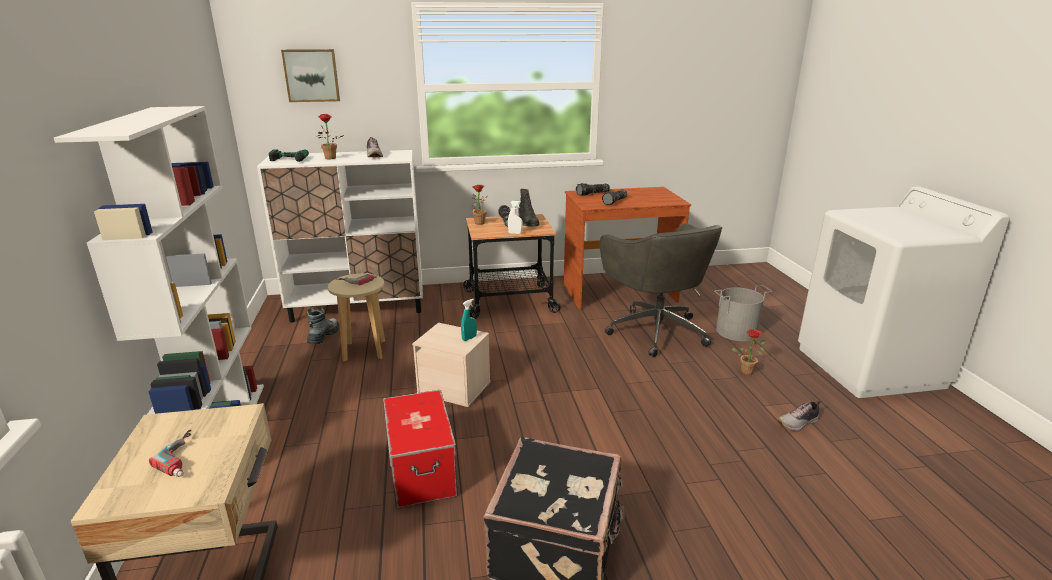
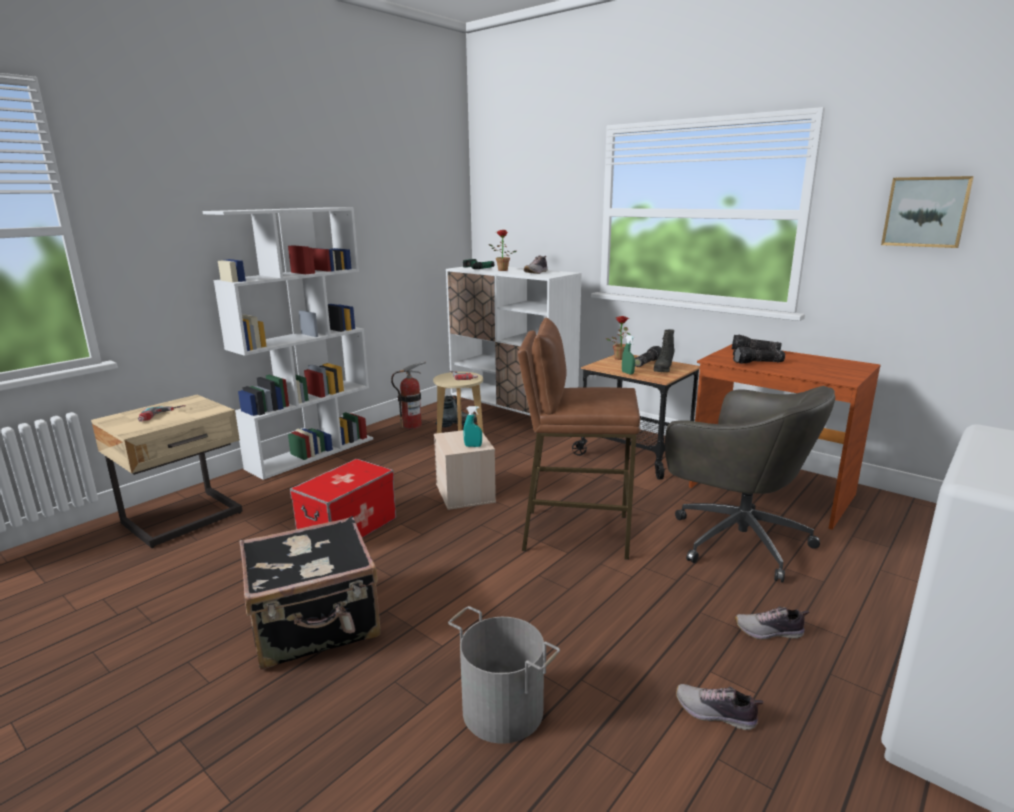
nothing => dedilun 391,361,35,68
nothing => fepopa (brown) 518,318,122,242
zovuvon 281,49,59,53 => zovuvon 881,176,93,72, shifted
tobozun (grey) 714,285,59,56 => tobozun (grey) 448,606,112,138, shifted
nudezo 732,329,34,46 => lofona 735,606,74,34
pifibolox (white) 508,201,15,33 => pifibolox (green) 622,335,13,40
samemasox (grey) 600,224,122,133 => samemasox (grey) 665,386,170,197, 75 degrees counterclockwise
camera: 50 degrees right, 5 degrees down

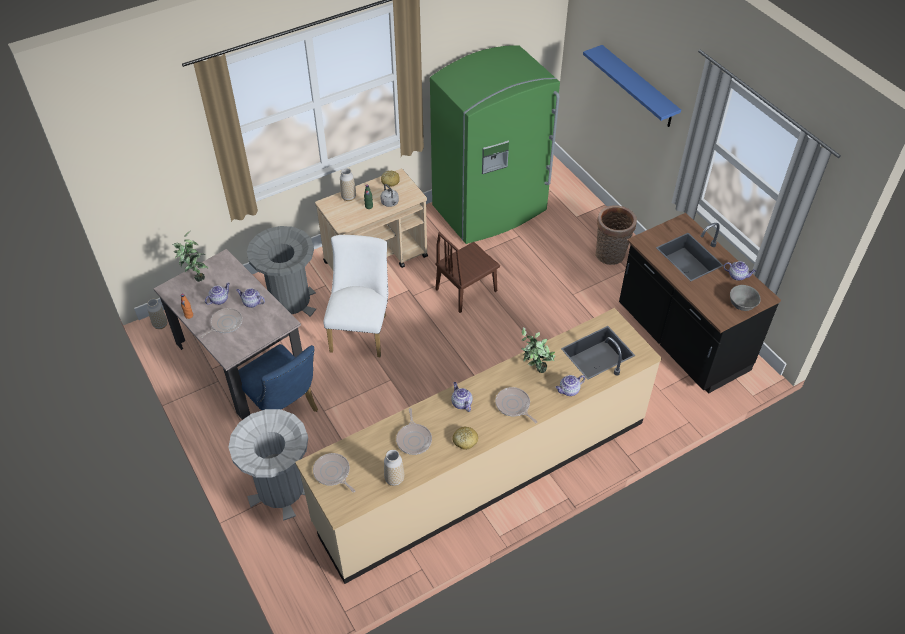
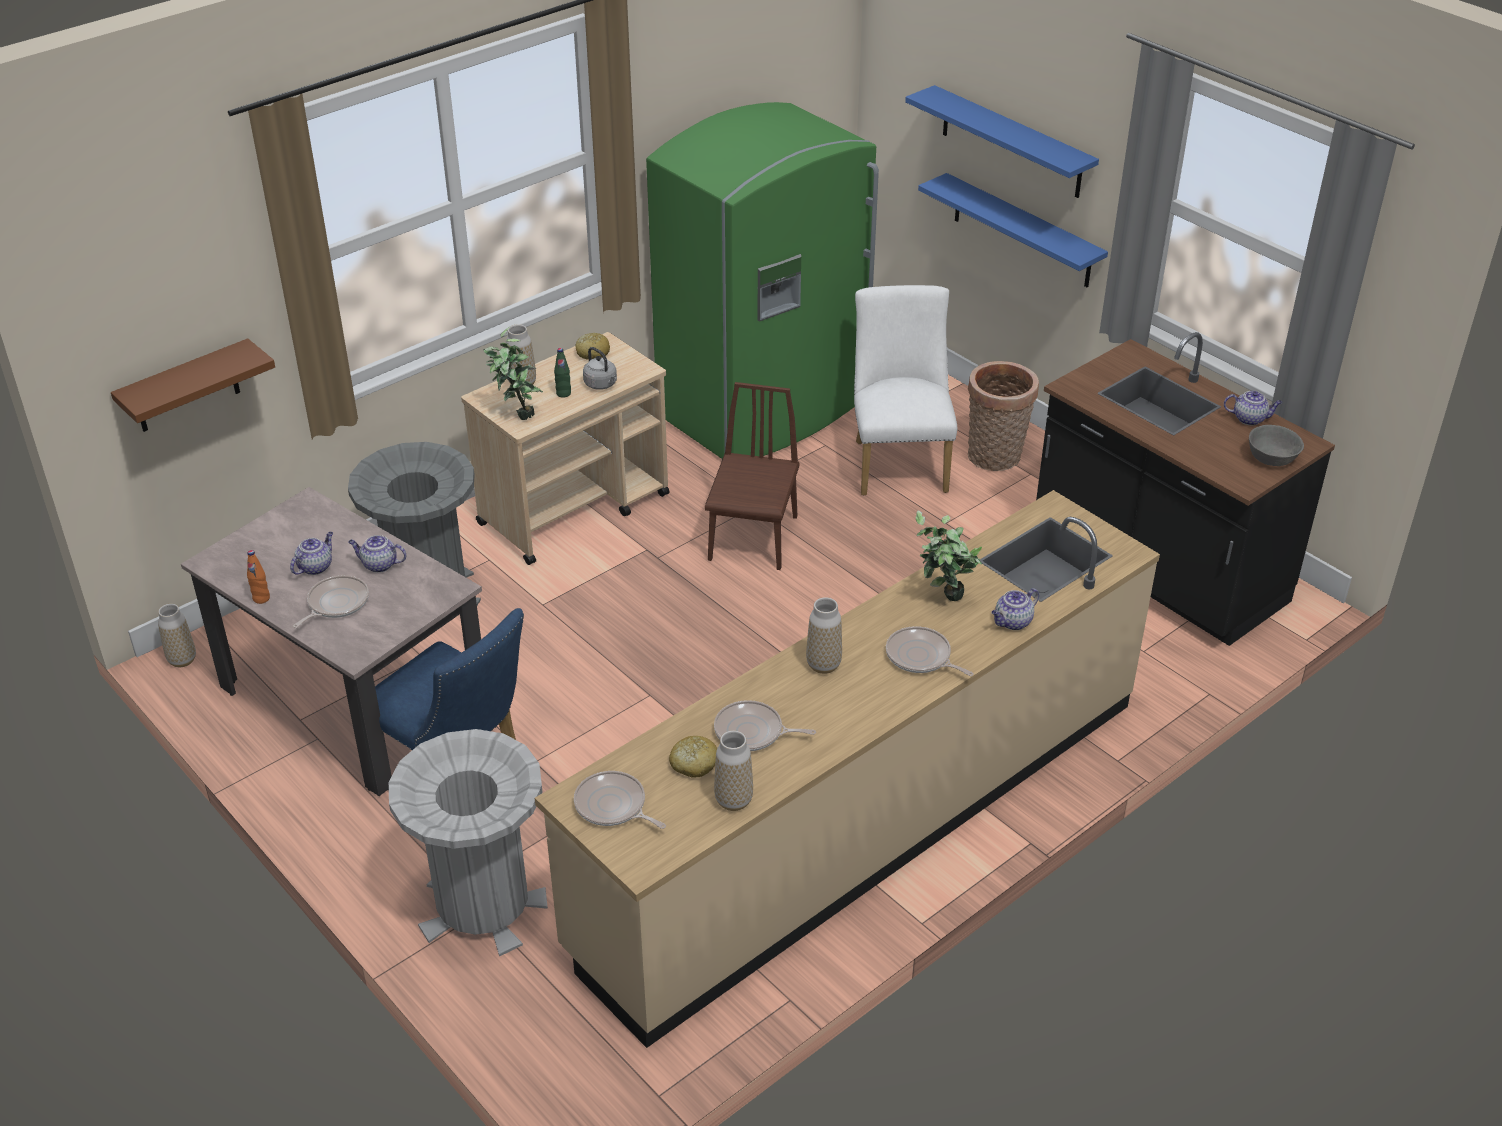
nothing => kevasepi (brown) 111,338,164,94
nothing => kevasepi (blue) 918,173,190,115
nudezo 172,231,36,51 => nudezo 483,327,60,93, shifted
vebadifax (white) 323,235,65,122 => vebadifax (white) 854,285,103,211, shifted
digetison 452,427,26,23 => digetison 669,736,48,42, shifted
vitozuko 451,382,22,30 => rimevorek 806,597,36,77
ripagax 396,408,36,47 => ripagax 714,700,102,51, 120 degrees clockwise
vebadifax (brown) 435,232,65,81 => vebadifax (brown) 705,382,95,188, 150 degrees clockwise
camera: 10 degrees left, 10 degrees down

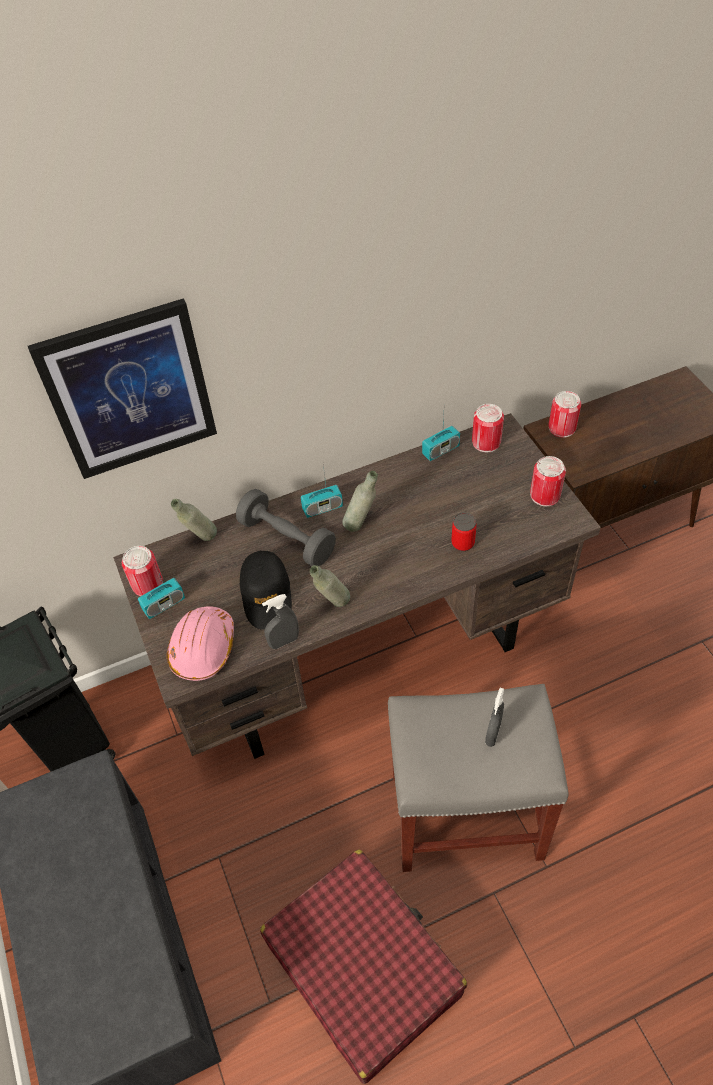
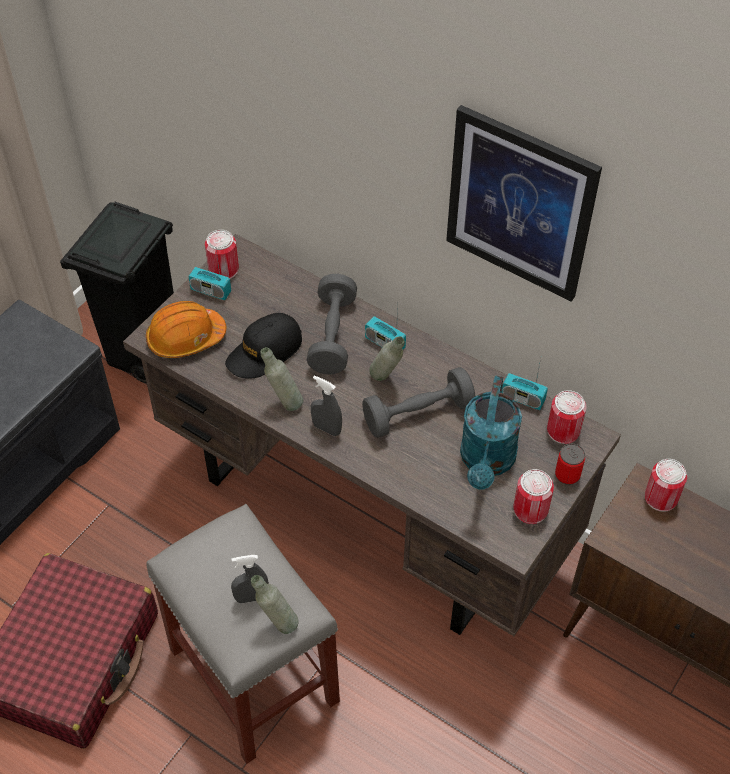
nothing => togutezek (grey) 362,367,113,71
nothing => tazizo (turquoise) 460,375,62,115
zovuvon 28,298,189,181 => zovuvon 446,105,156,197, shifted
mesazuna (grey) 171,499,46,42 => mesazuna (grey) 251,575,48,59, shifted
pifibolox (grey) 262,594,37,55 => pifibolox (grey) 311,375,31,61, shifted
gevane 451,513,26,38 => gevane 555,444,30,41, shifted
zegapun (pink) 167,606,67,75 => zegapun (orange) 146,301,80,57
camera: 55 degrees right, 0 degrees up

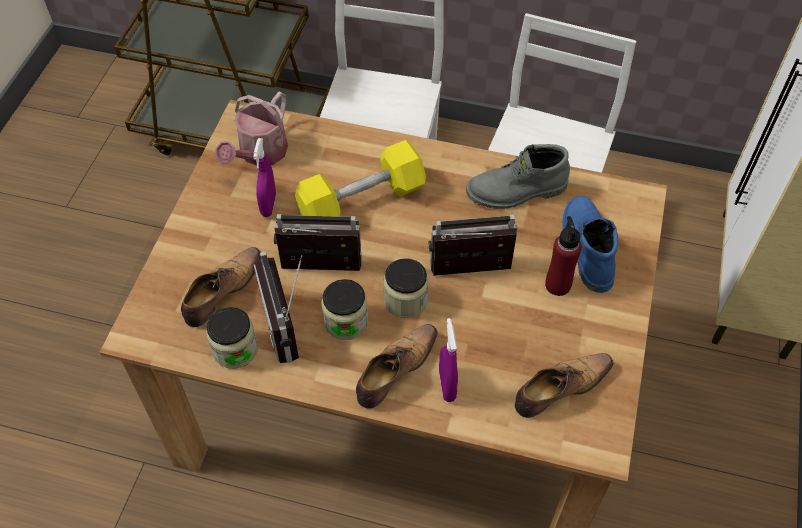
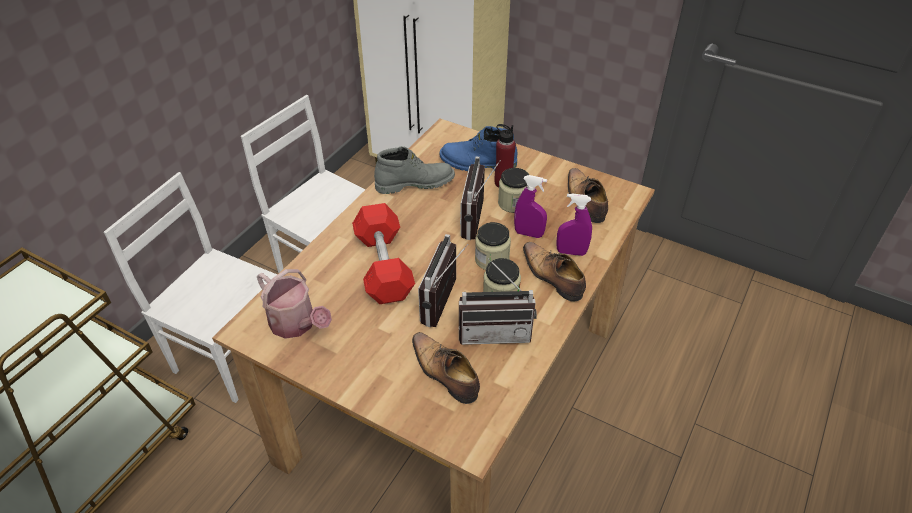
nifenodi 206,307,52,62 => nifenodi 498,168,31,45, shifted
pifibolox (purple) 253,138,23,79 => pifibolox (purple) 514,175,33,63, shifted
togutezek (yellow) 295,140,131,77 => togutezek (red) 352,203,63,101
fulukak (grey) 466,144,104,65 => fulukak (grey) 374,147,81,47, 105 degrees counterclockwise
camera: 75 degrees left, 10 degrees down

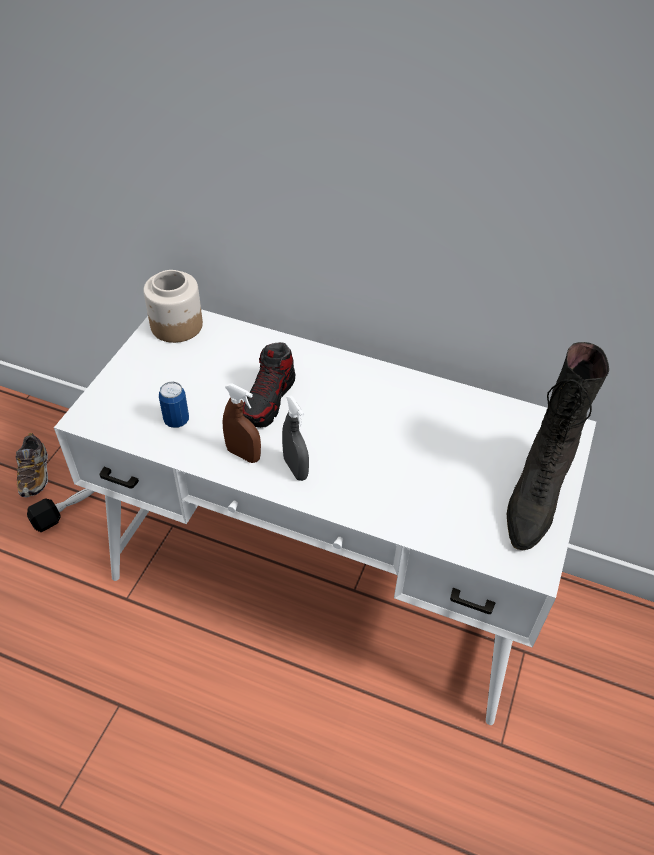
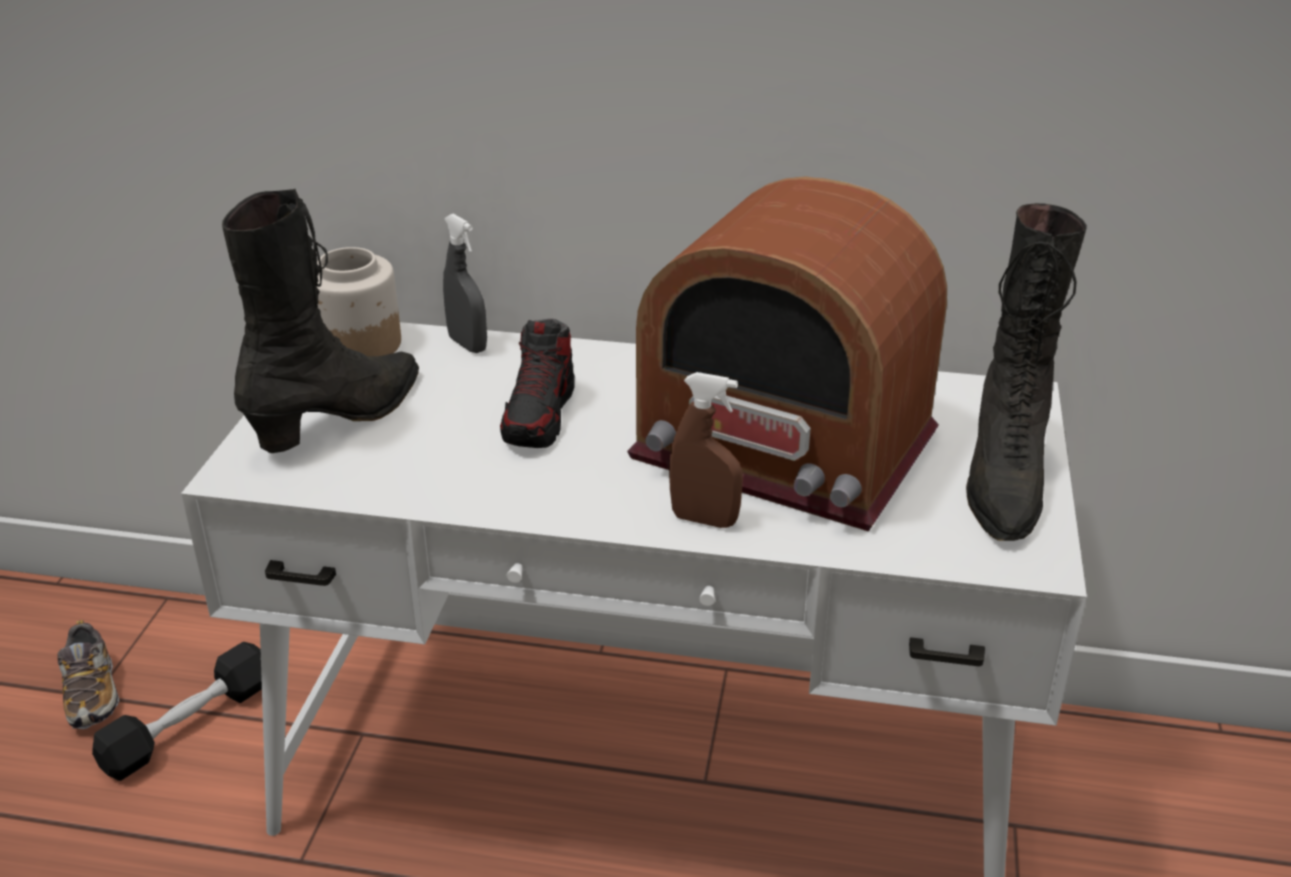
gevane 159,382,30,46 => nothing
nothing => fulukak (black) 222,189,197,264
nothing => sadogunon 627,176,320,355
pifibolox (brown) 223,383,38,80 => pifibolox (brown) 669,372,74,156, shifted
pifibolox (grey) 282,395,27,86 => pifibolox (grey) 443,214,44,139, shifted
camera: 10 degrees left, 15 degrees down

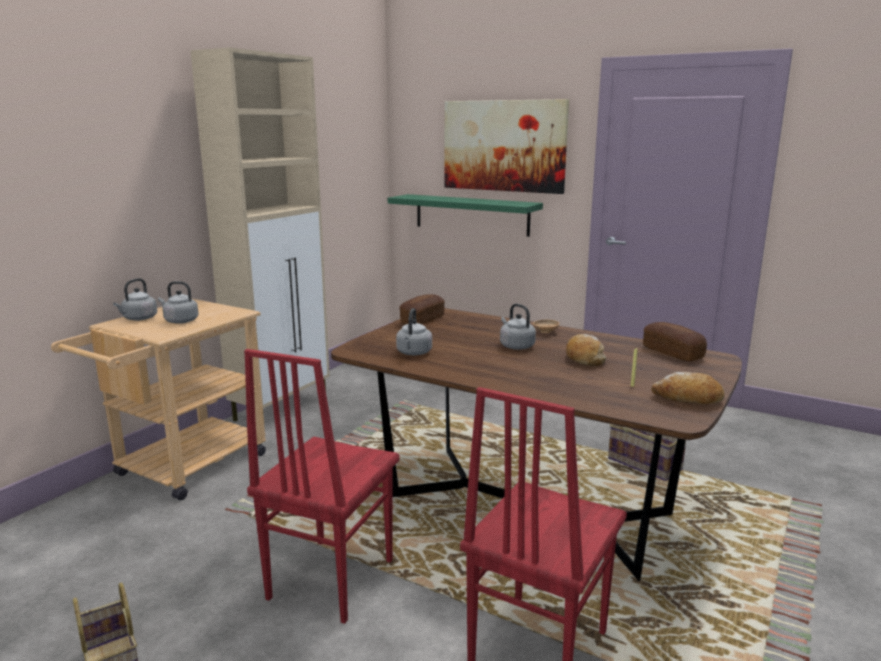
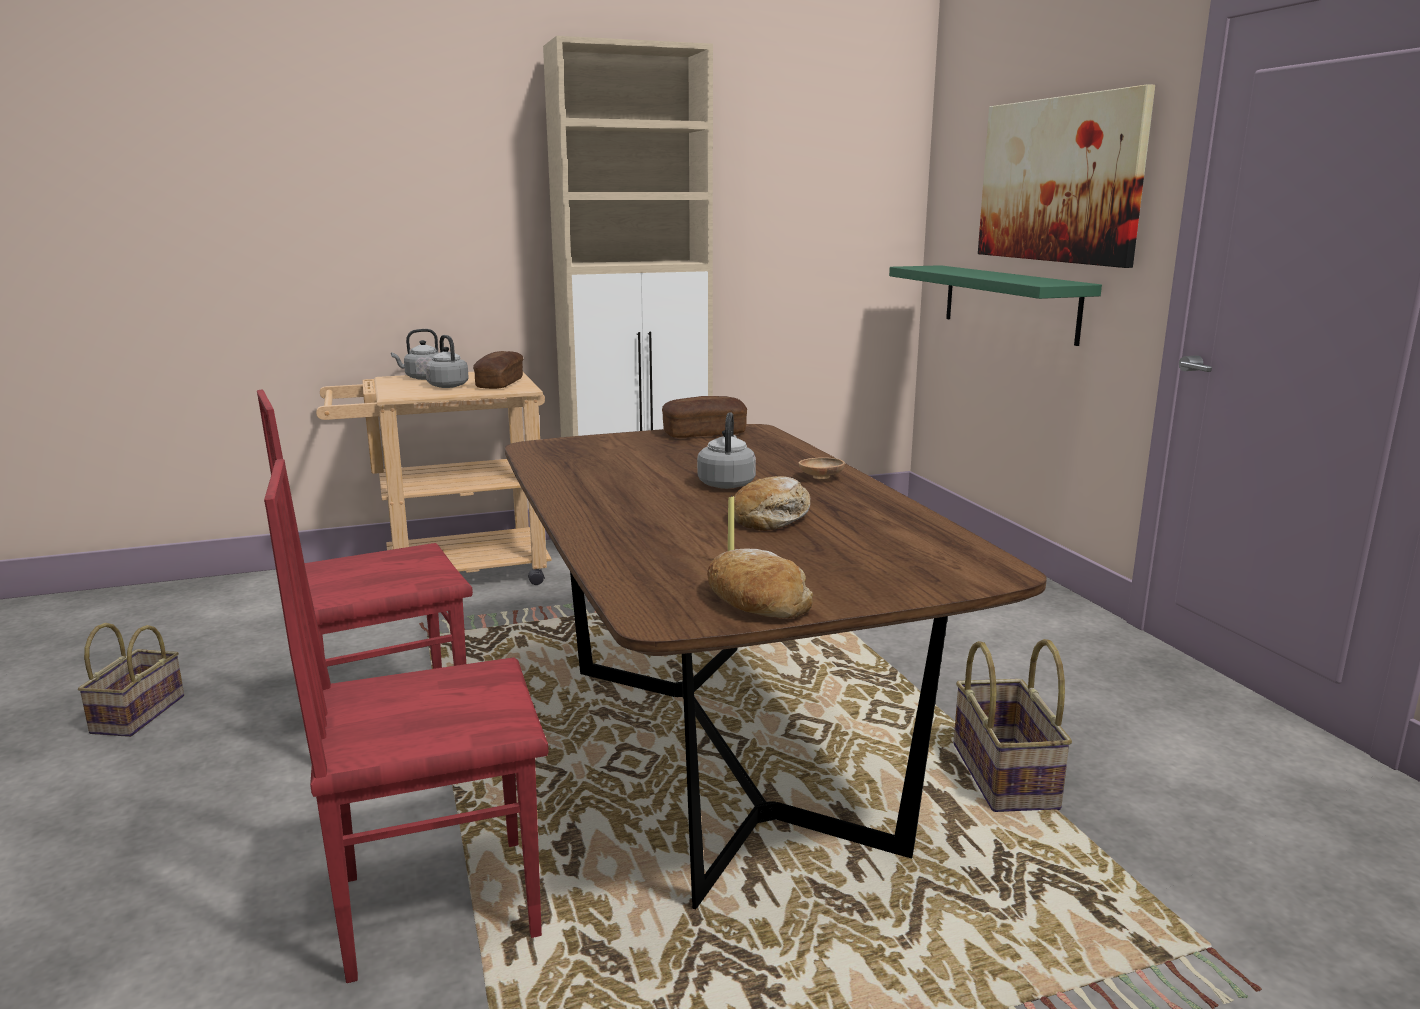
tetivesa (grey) 396,308,36,47 => nothing
digetison 643,322,64,39 => digetison 473,351,50,38, shifted
camera: 40 degrees right, 0 degrees up

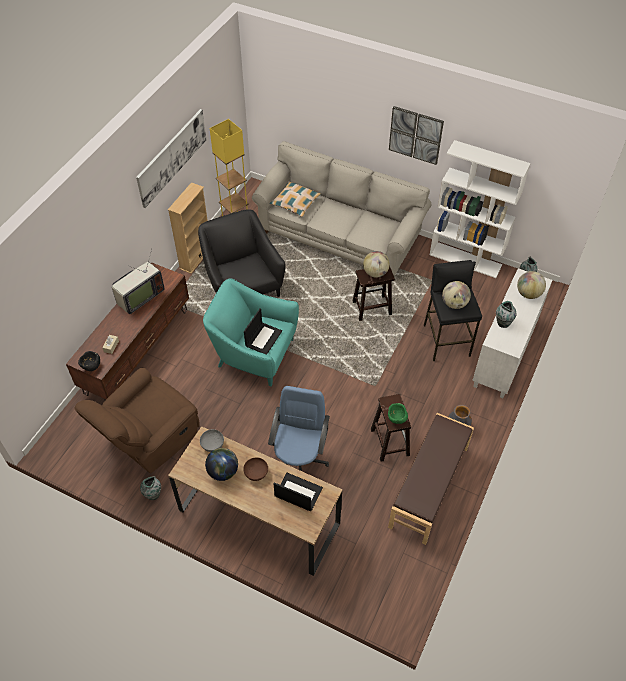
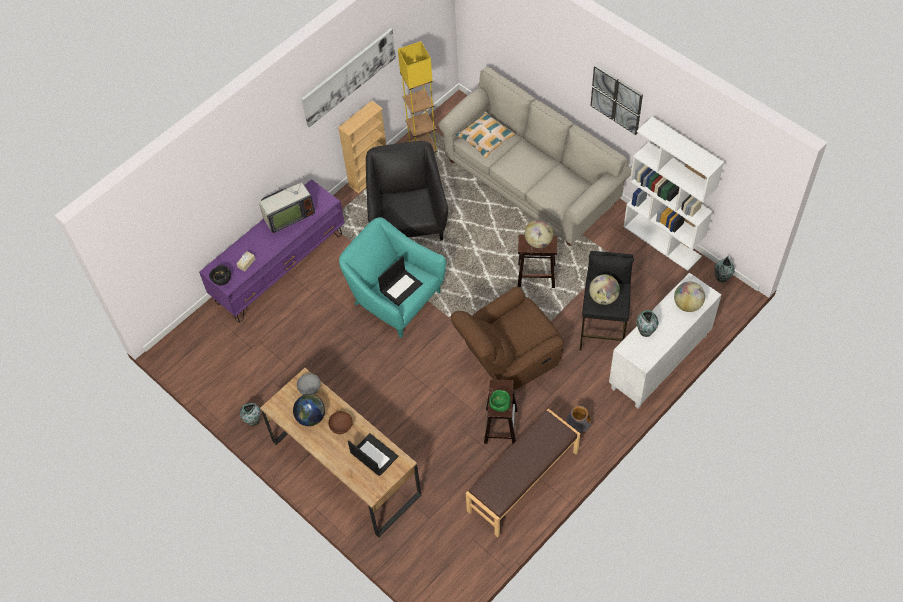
samemasox (blue) 268,386,62,85 => nothing
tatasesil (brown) 74,368,126,105 => tatasesil (brown) 450,287,114,103, shifted
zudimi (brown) 66,262,123,138 => zudimi (purple) 199,179,146,144
camera: 20 degrees right, 5 degrees up

